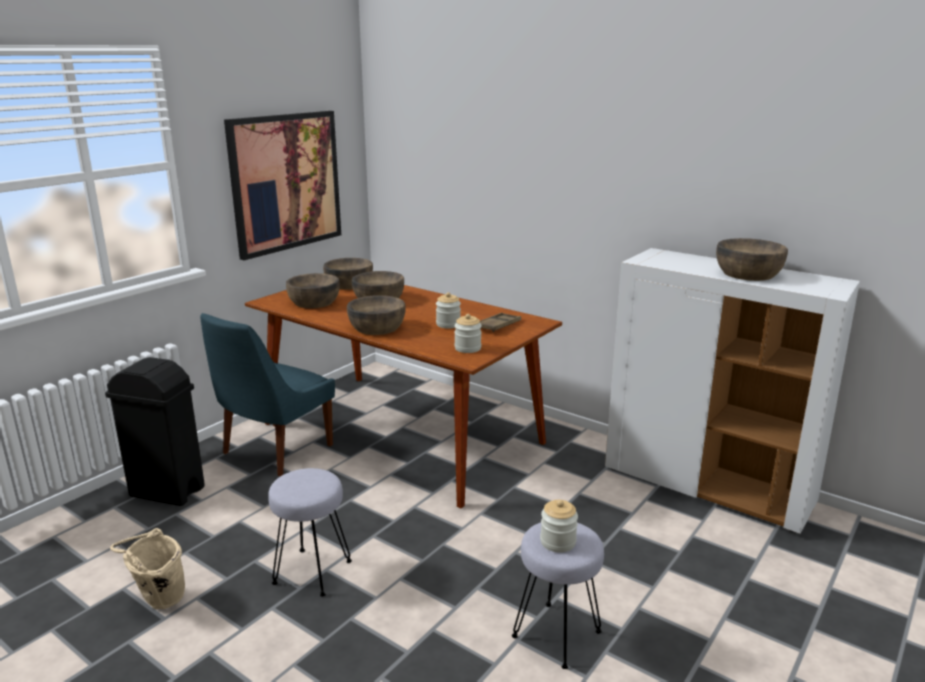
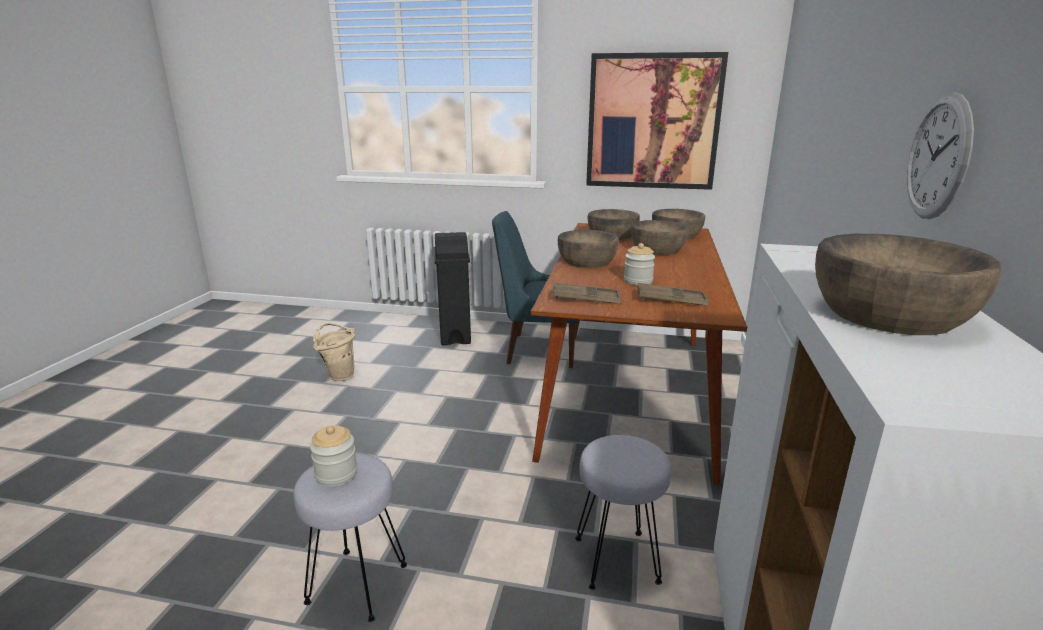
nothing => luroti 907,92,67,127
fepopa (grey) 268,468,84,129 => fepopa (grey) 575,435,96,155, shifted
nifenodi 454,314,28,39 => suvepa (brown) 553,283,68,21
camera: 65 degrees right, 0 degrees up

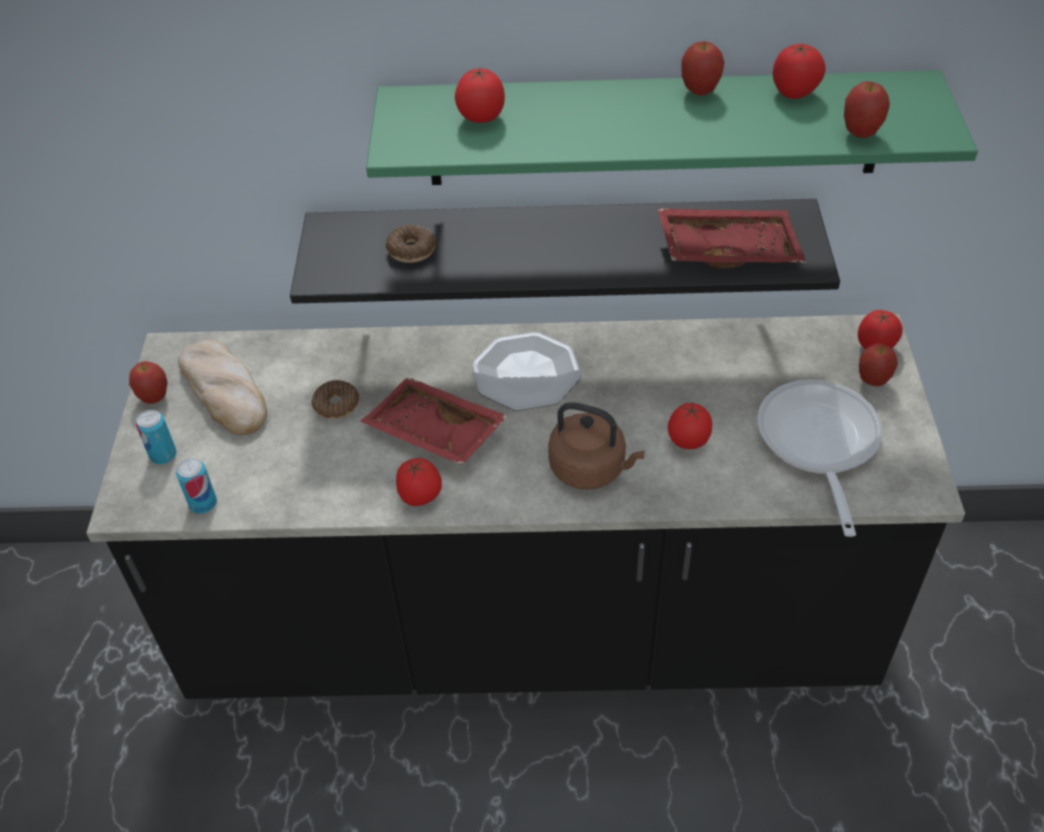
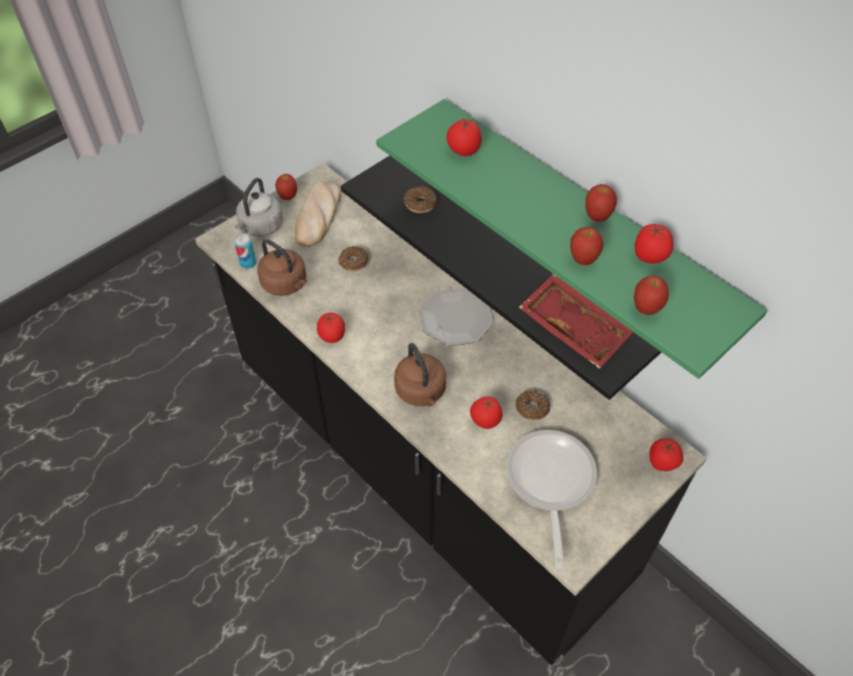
suvepa (red) 361,377,147,88 => nothing
nothing => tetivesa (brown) 257,239,50,57
nothing => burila 516,390,34,31
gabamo 859,343,39,43 => gabamo 570,227,33,38, shifted
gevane 136,410,40,54 => tetivesa (grey) 235,178,48,59
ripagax 757,380,126,157 => ripagax 506,430,91,140, 45 degrees counterclockwise
camera: 45 degrees right, 5 degrees up

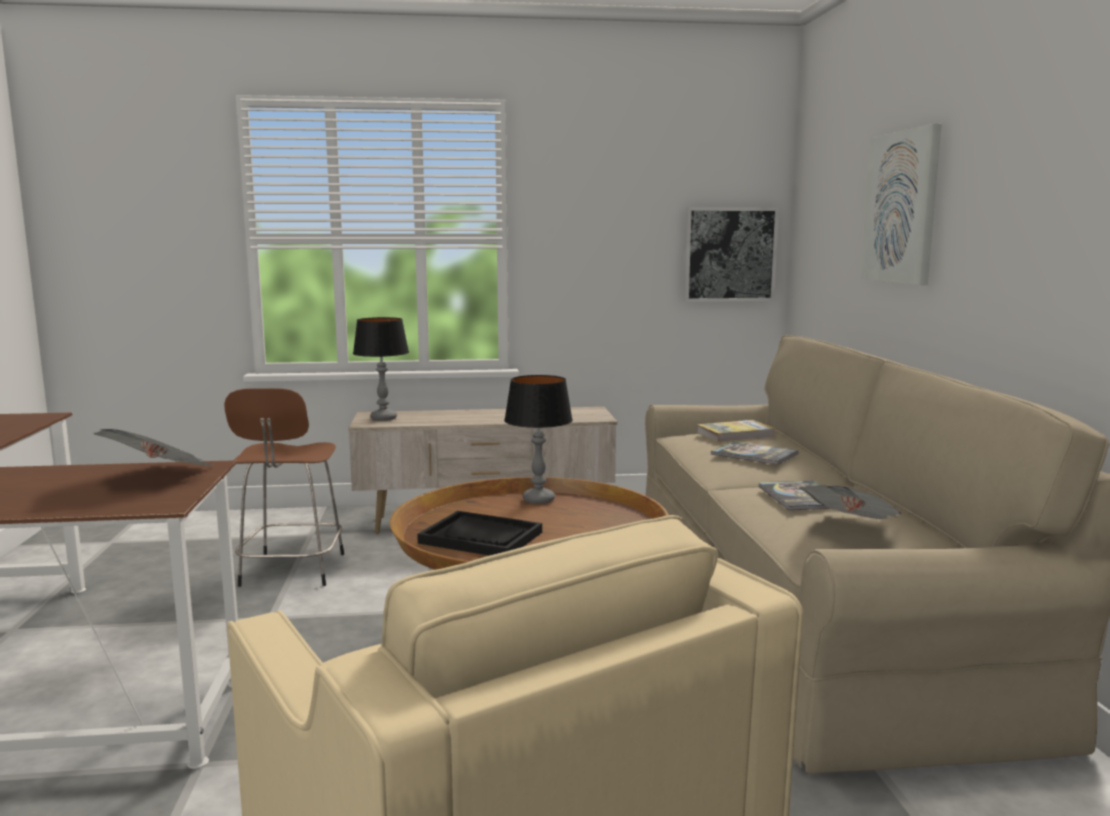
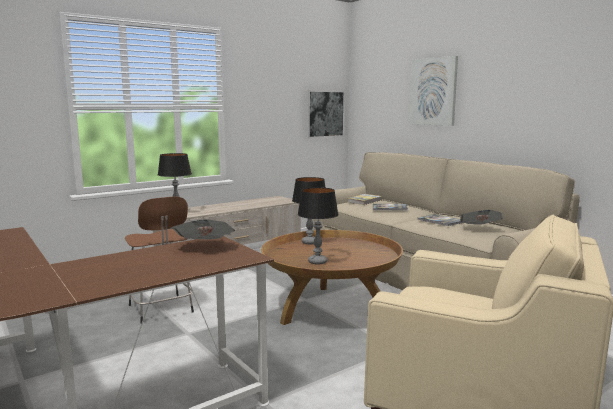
suvepa (black) 417,511,125,45 => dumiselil 298,187,41,78
camera: 30 degrees left, 0 degrees up

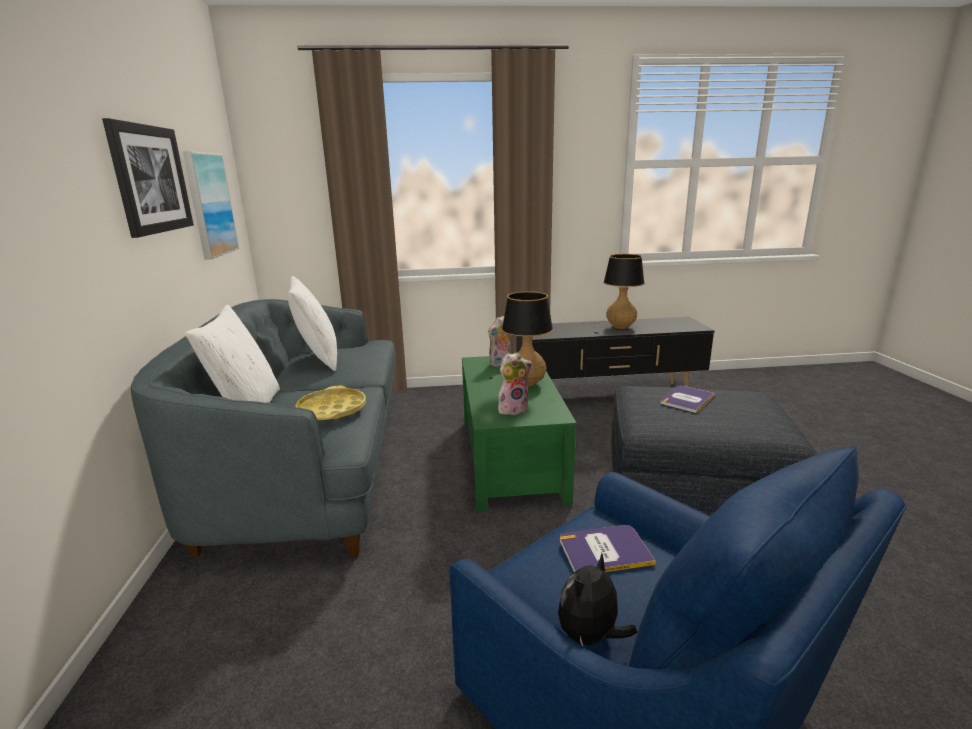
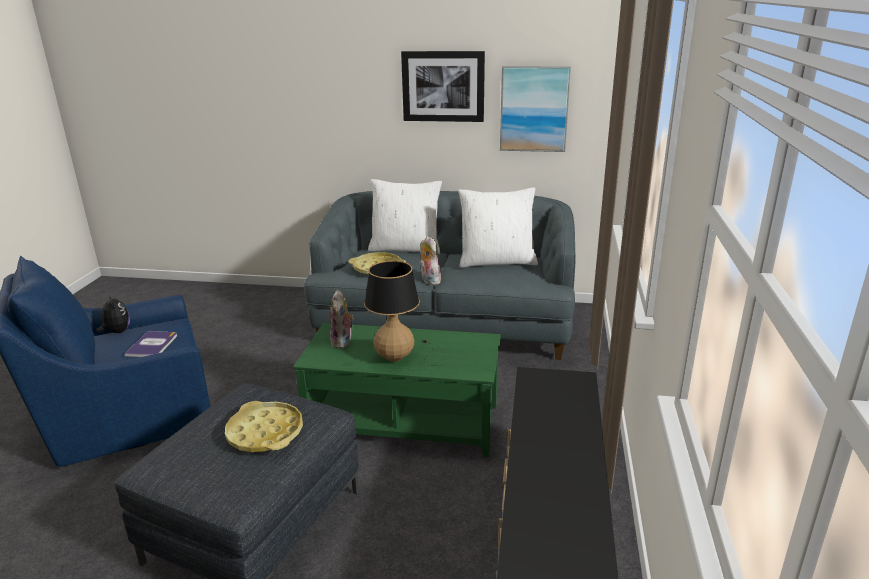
dumiselil 584,254,61,80 => nothing
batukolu 488,316,23,51 => batukolu 420,236,21,49, shifted
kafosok 661,386,54,27 => suvepa (yellow) 225,401,78,51
camera: 105 degrees right, 5 degrees up

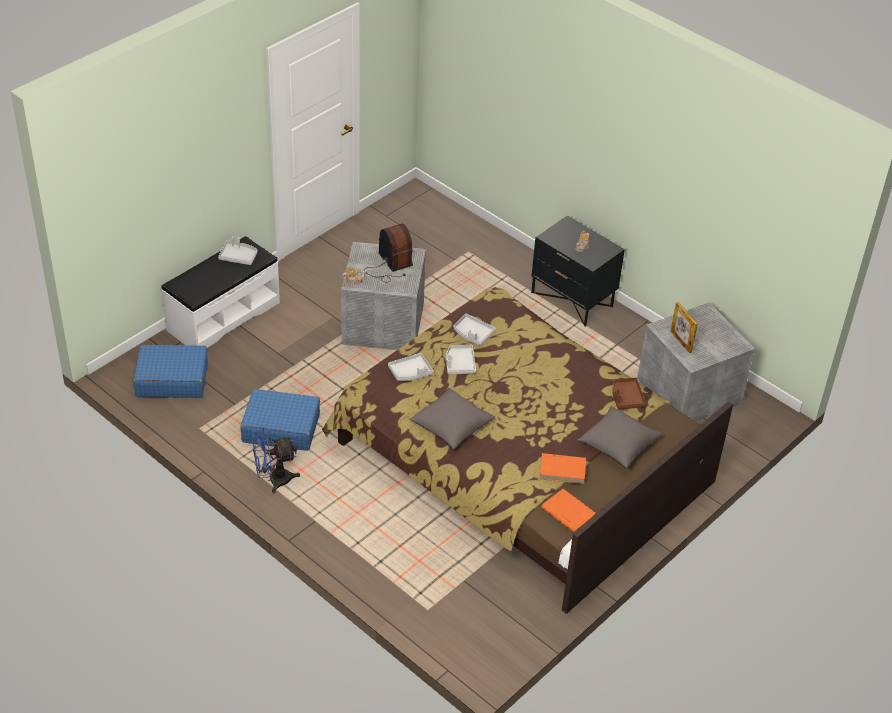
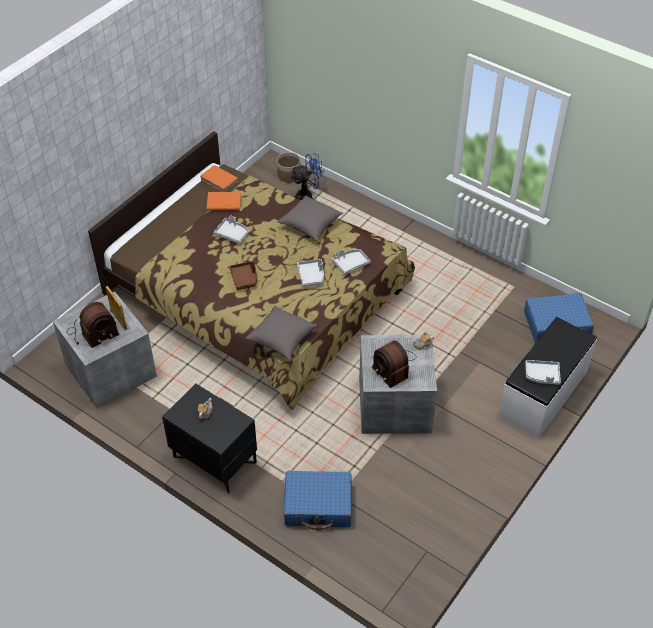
nothing => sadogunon 67,302,52,46
nothing => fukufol 277,152,24,30
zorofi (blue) 240,389,80,62 => zorofi (blue) 284,471,68,59, shifted
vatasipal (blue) 251,427,49,66 => vatasipal (blue) 291,153,35,47, shifted
suvepa (grey) 453,314,43,32 => suvepa (grey) 214,215,35,29, shifted
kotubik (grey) 577,406,85,63 => kotubik (grey) 245,306,72,54, shifted
suvepa (brown) 612,378,34,31 => suvepa (brown) 229,261,28,29, shifted
camera: 175 degrees right, 5 degrees up

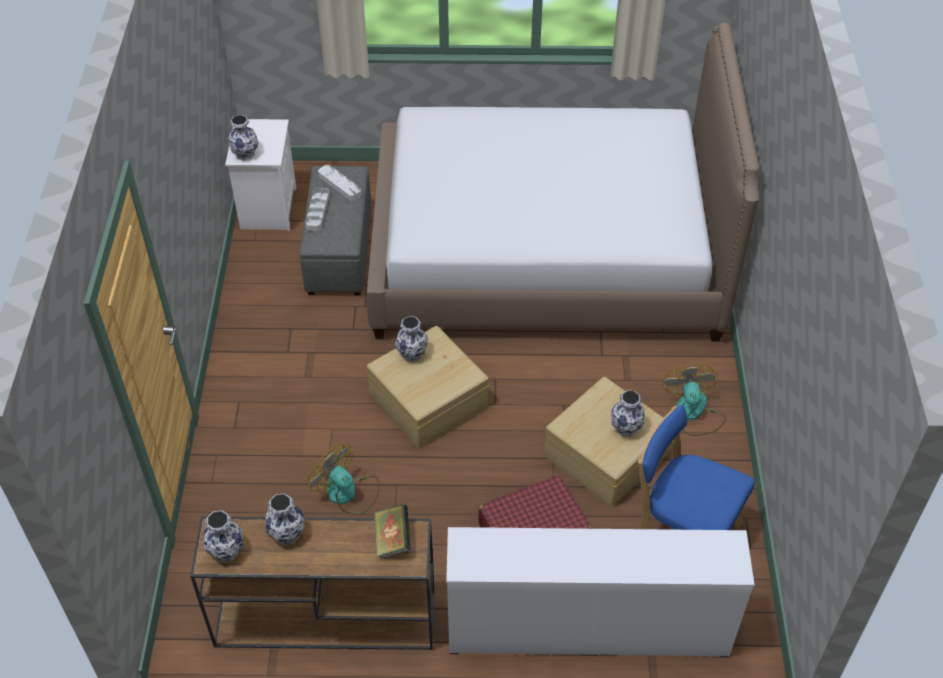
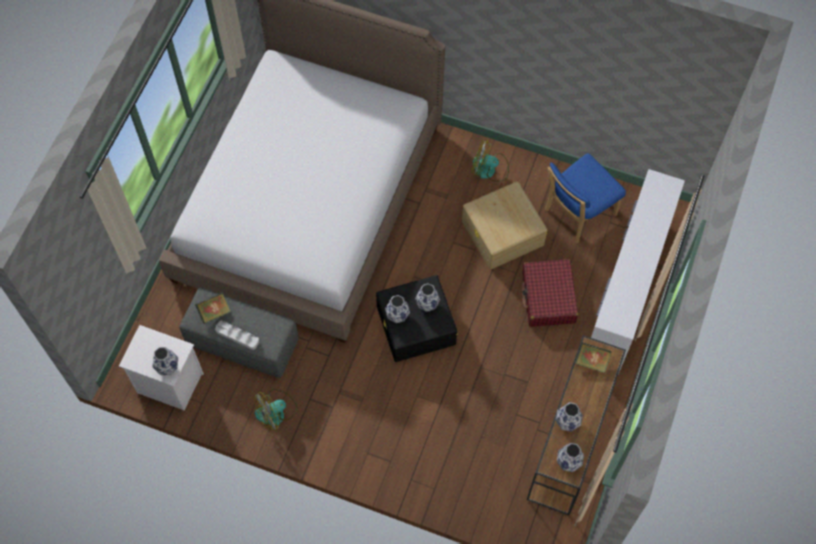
vatasipal 308,444,72,71 => vatasipal 254,389,44,42, shifted
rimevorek 611,390,34,47 => rimevorek 415,283,25,29, shifted
suvepa (grey) 318,165,44,36 => kafosok 195,293,36,31
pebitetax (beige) 367,326,122,123 => pebitetax (black) 376,275,82,87
camera: 70 degrees left, 15 degrees up

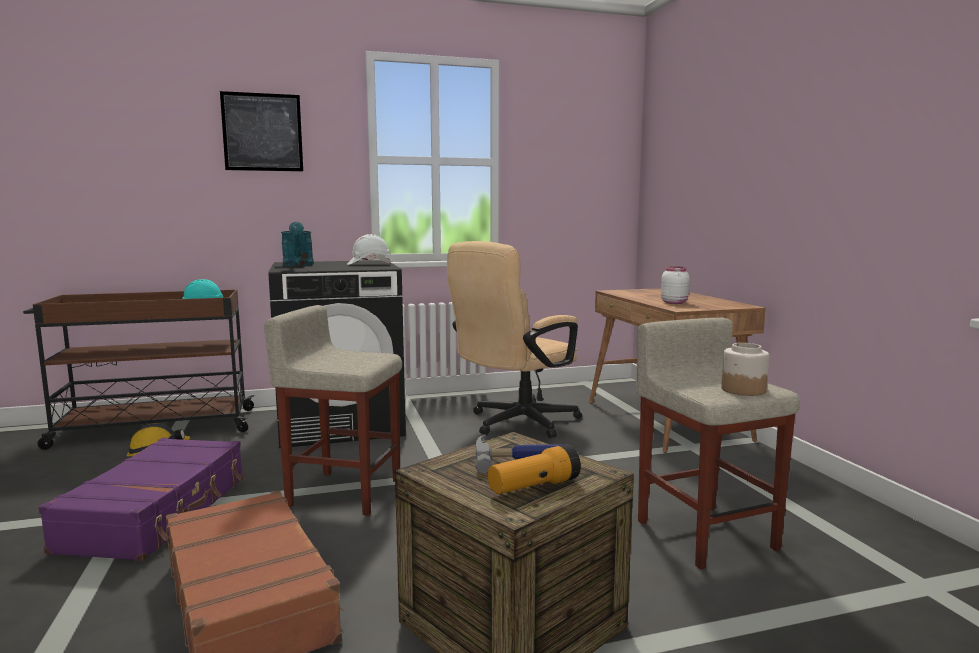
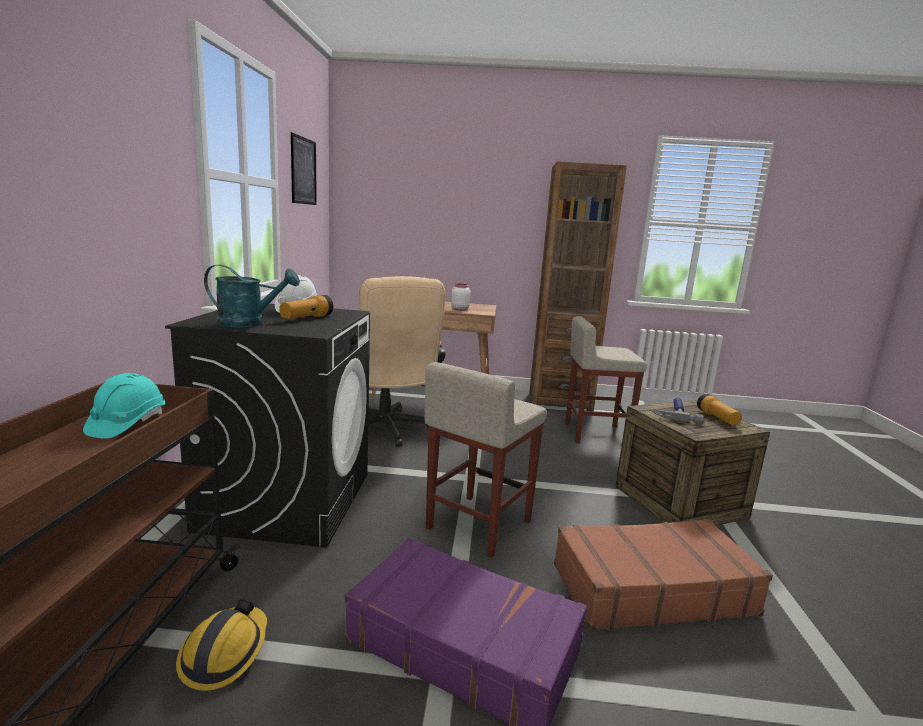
nifenodi 721,343,48,53 => nothing
nothing => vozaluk 280,295,54,24
nothing => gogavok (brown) 529,161,98,250
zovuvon 220,91,83,80 => zovuvon 291,132,26,73, shifted
camera: 70 degrees left, 5 degrees up

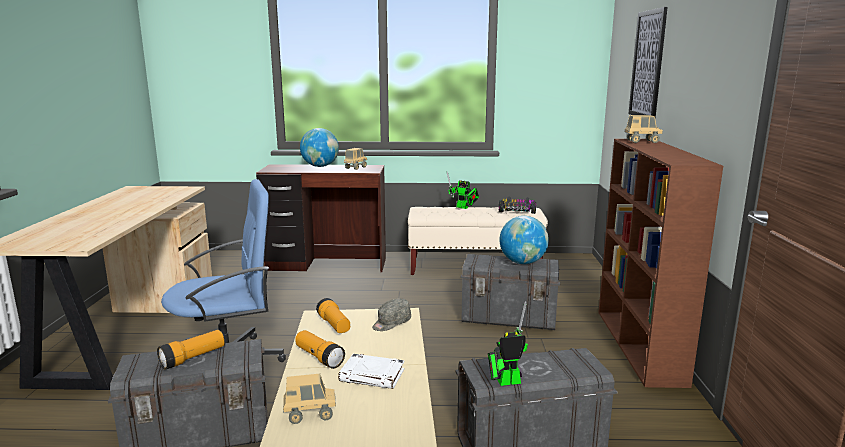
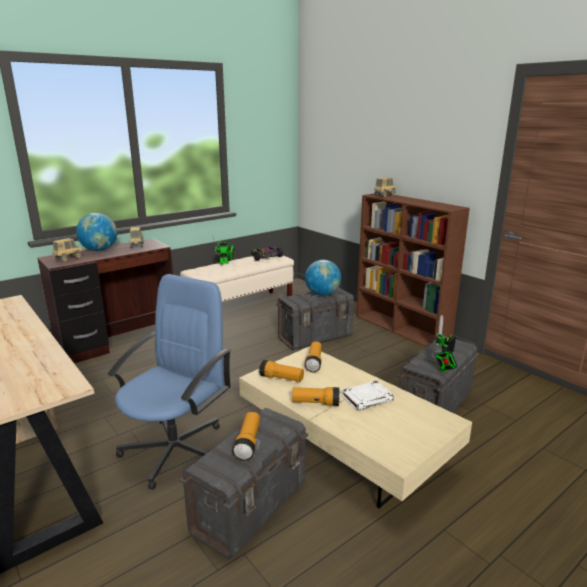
zovuvon 628,7,40,111 => nothing
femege 283,374,53,50 => femege 52,238,31,24, shifted
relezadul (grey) 372,298,39,33 => vozaluk 305,342,17,30
camera: 40 degrees left, 5 degrees up

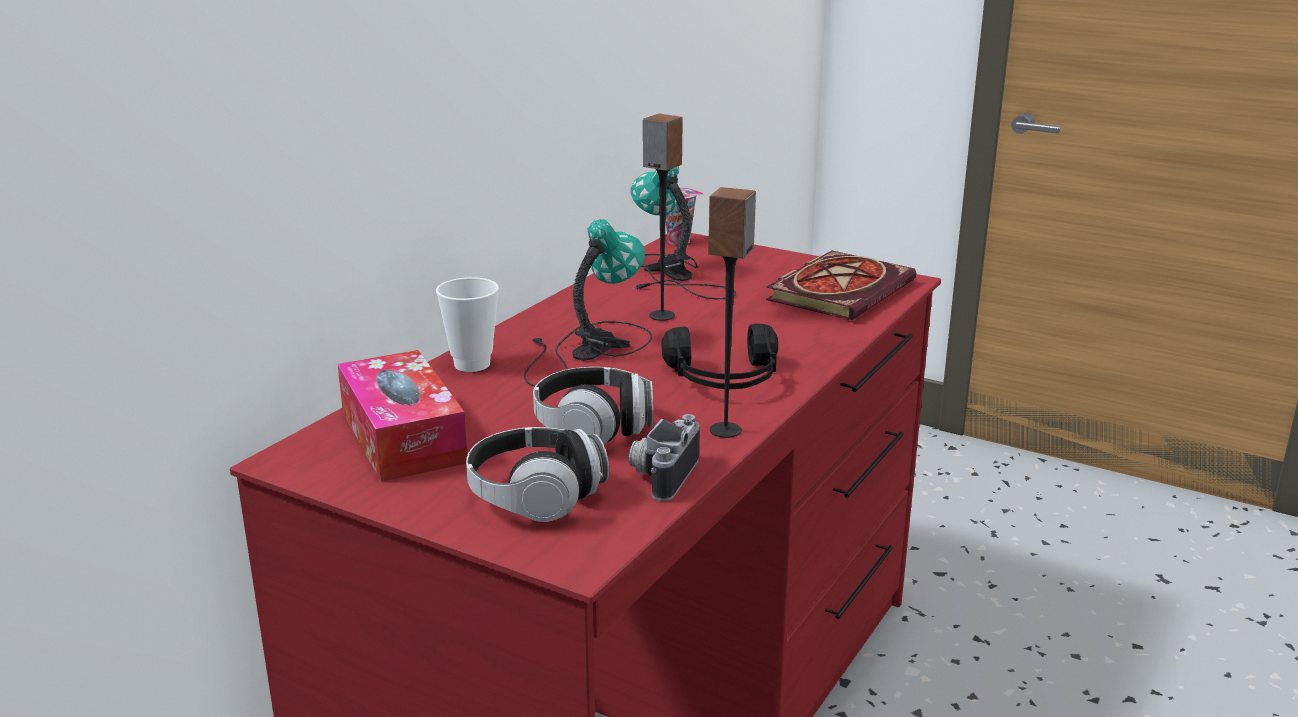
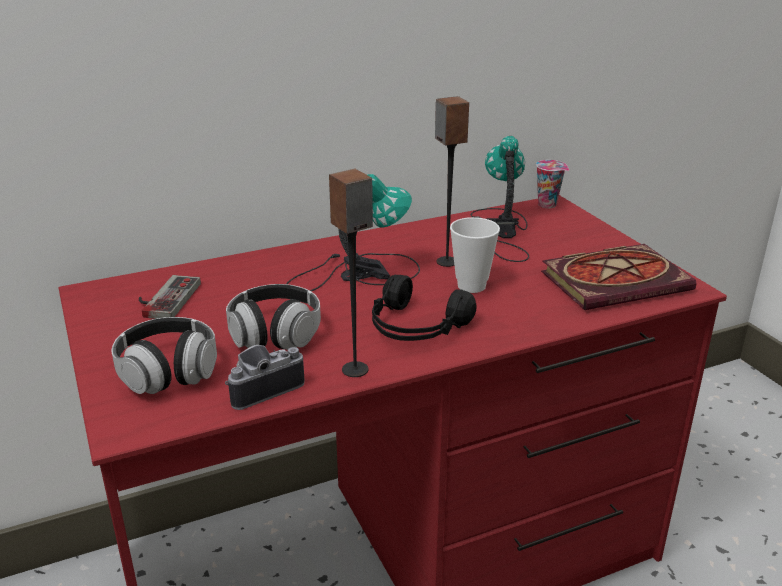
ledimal 436,277,63,95 => ledimal 450,217,50,76, shifted
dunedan 337,350,130,132 => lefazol 139,275,62,44
camera: 35 degrees right, 5 degrees up

